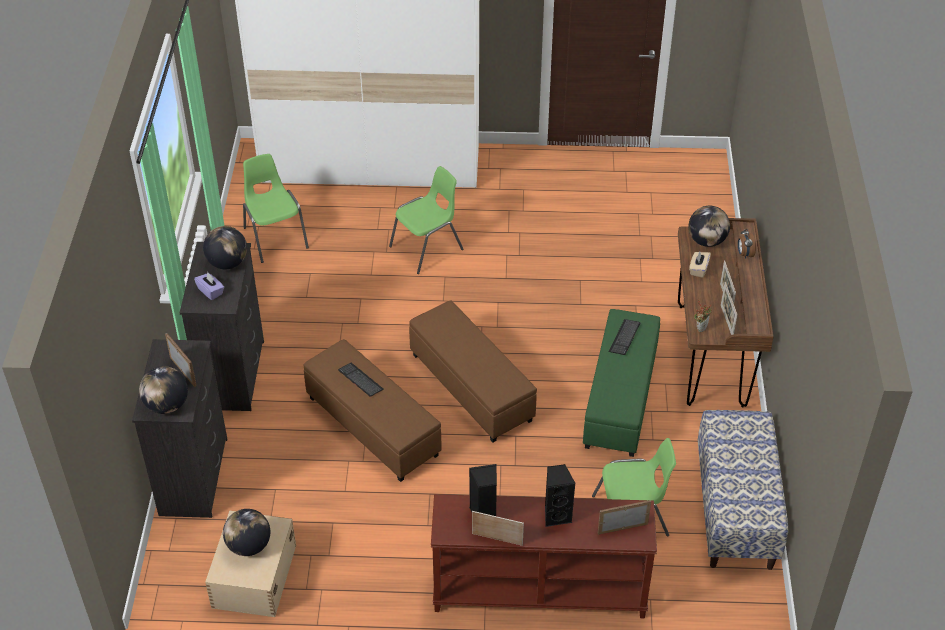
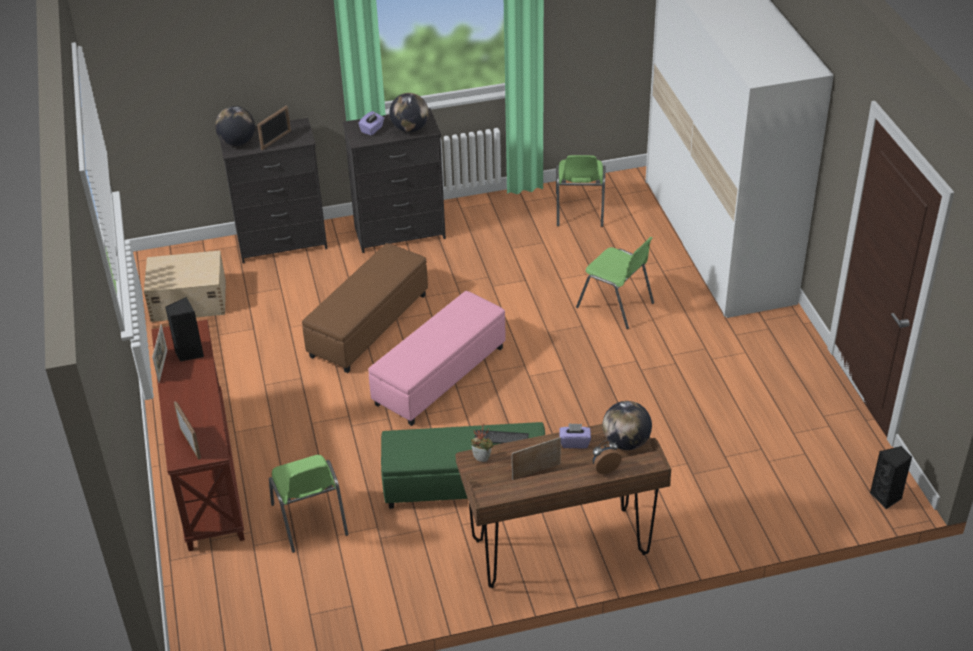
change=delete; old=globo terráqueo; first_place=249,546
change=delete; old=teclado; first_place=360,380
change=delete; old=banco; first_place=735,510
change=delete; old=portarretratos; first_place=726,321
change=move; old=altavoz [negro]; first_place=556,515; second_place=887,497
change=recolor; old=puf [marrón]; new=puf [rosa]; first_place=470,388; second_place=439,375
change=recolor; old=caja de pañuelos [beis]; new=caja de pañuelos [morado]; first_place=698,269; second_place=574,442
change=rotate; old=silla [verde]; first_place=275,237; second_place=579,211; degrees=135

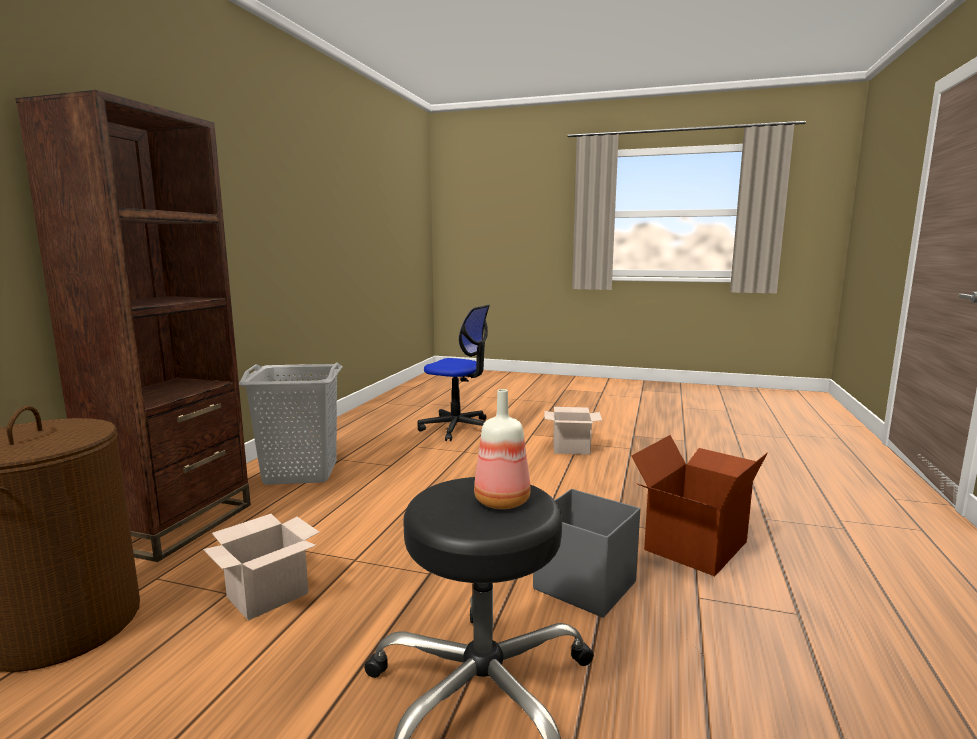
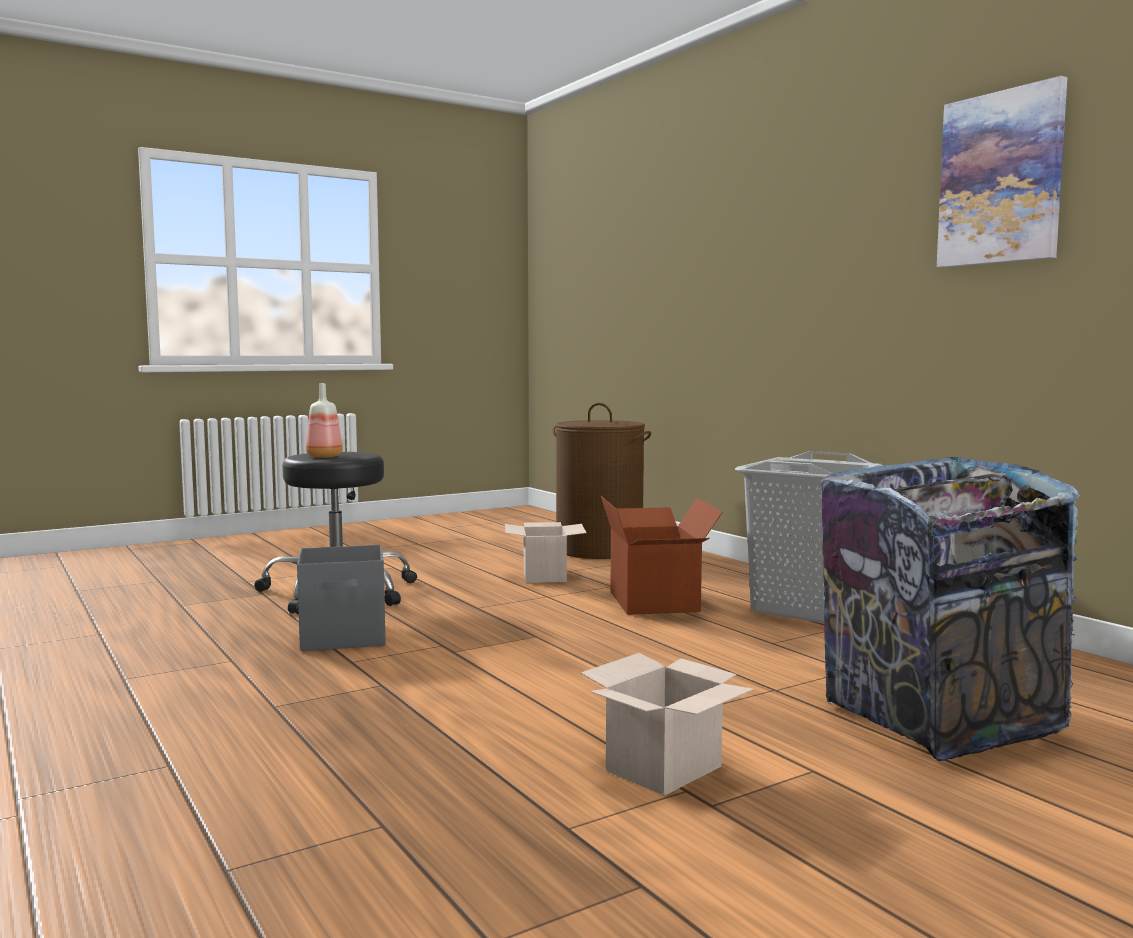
change=delete; old=estantería [marrón]; first_place=175,525
change=insert; new=cuadro; second_place=1000,178
change=move; old=caja de cartón; first_place=694,545; second_place=656,601
change=replace; old=silla de oficina; new=papelera; first_place=458,428; second_place=938,722

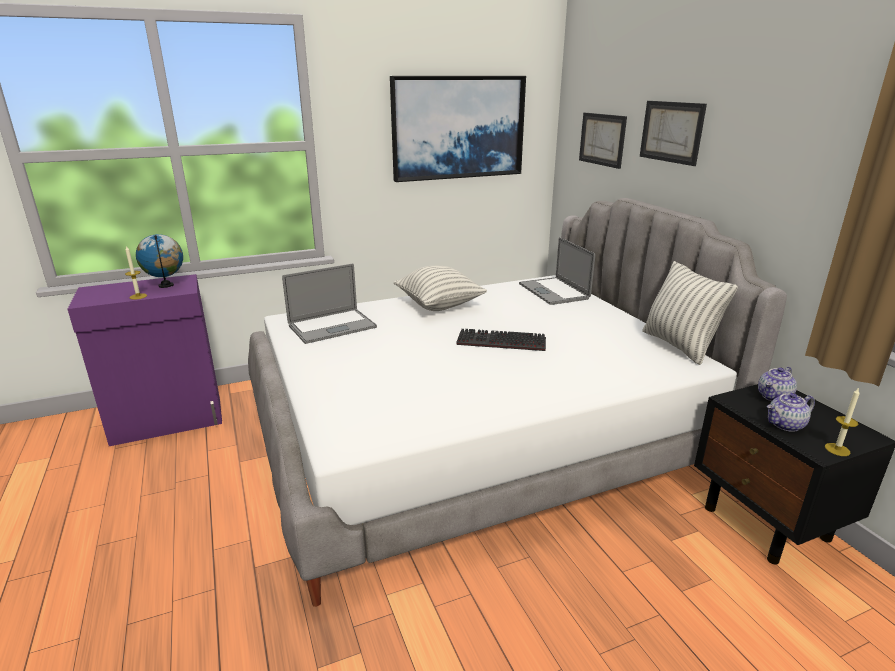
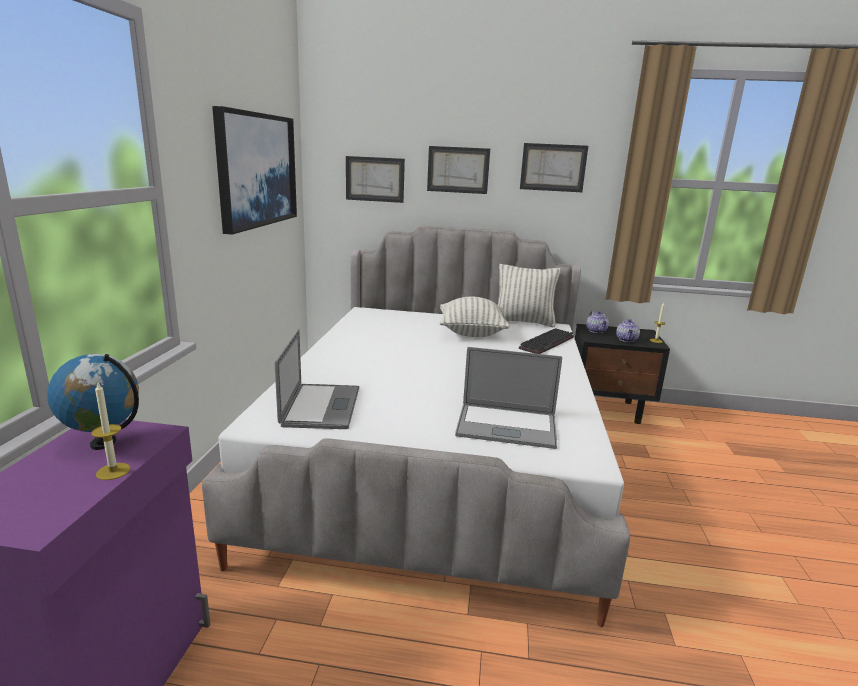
change=insert; new=cuadro; second_place=553,167
change=move; old=cojín; first_place=439,305; second_place=471,333
change=move; old=teclado; first_place=499,343; second_place=547,344
change=move; old=portátil; first_place=553,291; second_place=506,426

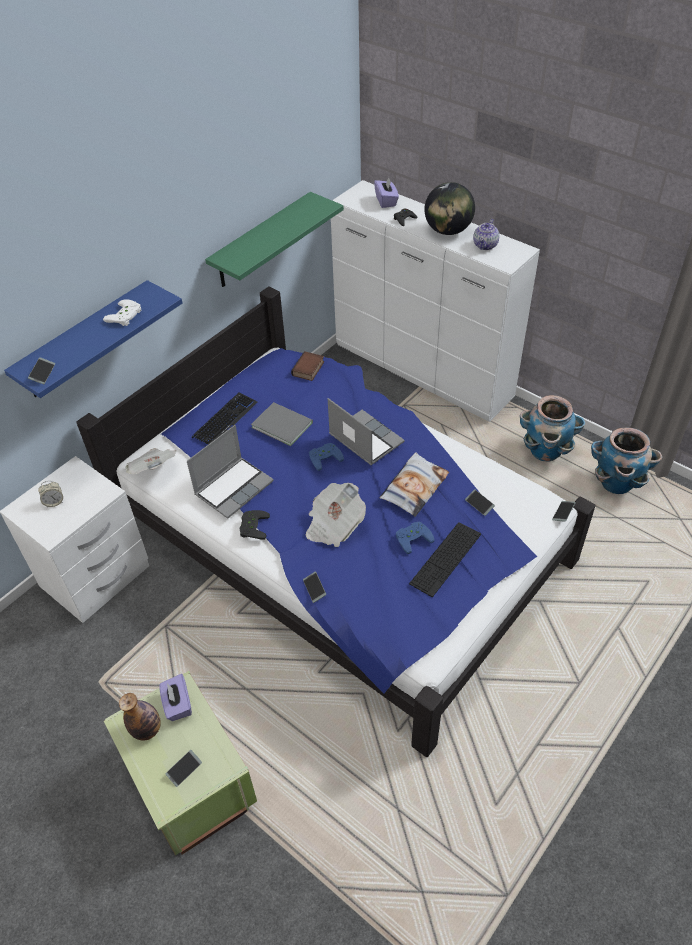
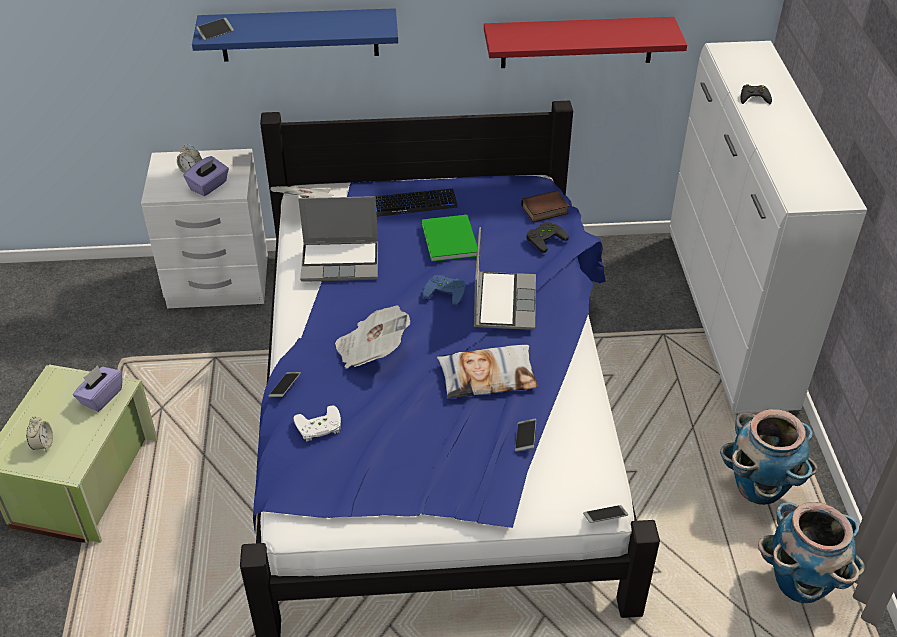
change=delete; old=botella; first_place=147,729
change=delete; old=mando de consola [azul]; first_place=412,537
change=delete; old=teclado; first_place=445,558
change=delete; old=globo terráqueo; first_place=448,231
change=delete; old=tetera; first_place=485,245
change=move; old=mando de consola [blanco]; first_place=125,316; second_place=319,428
change=move; old=mando de consola [negro]; first_place=252,526; second_place=544,238
change=move; old=caja de pañuelos [morado]; first_place=386,201; second_place=209,186
change=replace; old=móvil; new=despertador; first_place=184,769; second_place=43,444
change=recolor; old=estante [verde]; new=estante [rojo]; first_place=262,241; second_place=577,42
change=recolor; old=libro [gris]; new=libro [verde]; first_place=281,423; second_place=451,238

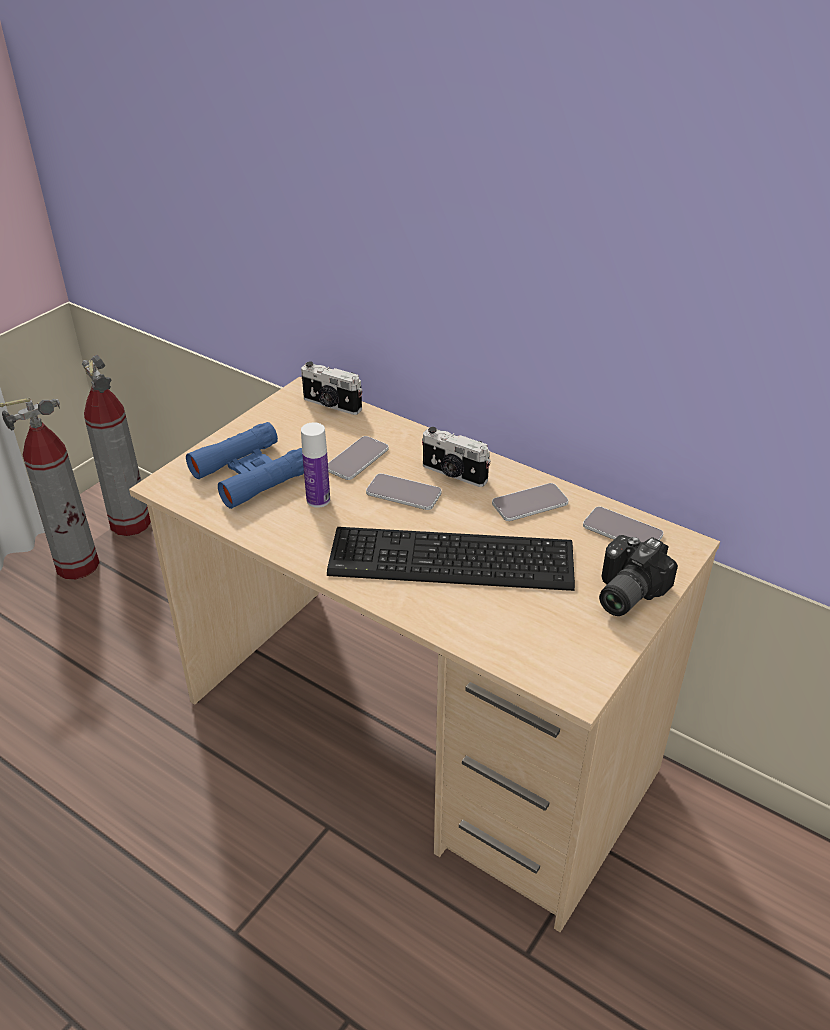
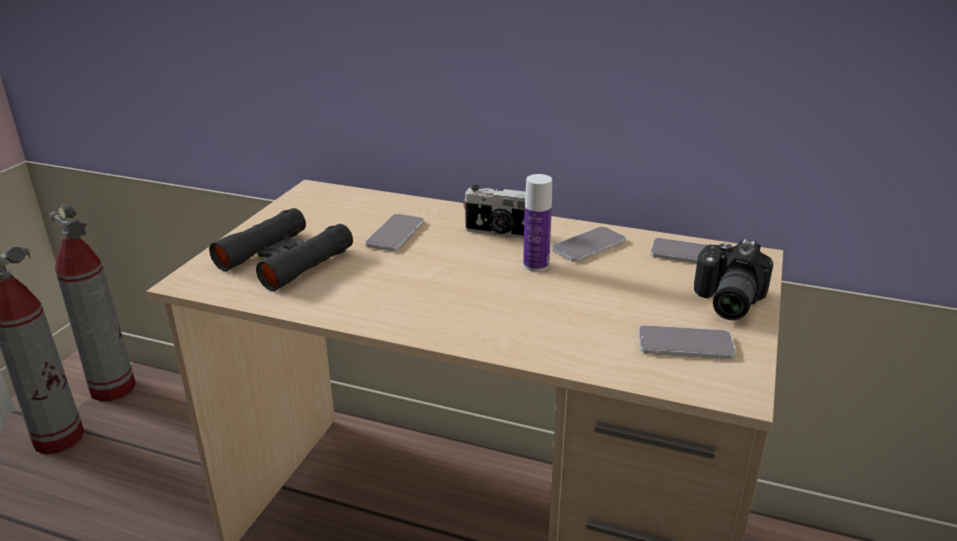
change=delete; old=cámara; first_place=331,405
change=delete; old=teclado; first_place=454,562
change=move; old=botella; first_place=318,500; second_place=536,265
change=move; old=móvil; first_place=403,493; second_place=685,344
change=recolor; old=prismáticos [azul]; new=prismáticos [negro]; first_place=250,473; second_place=285,259

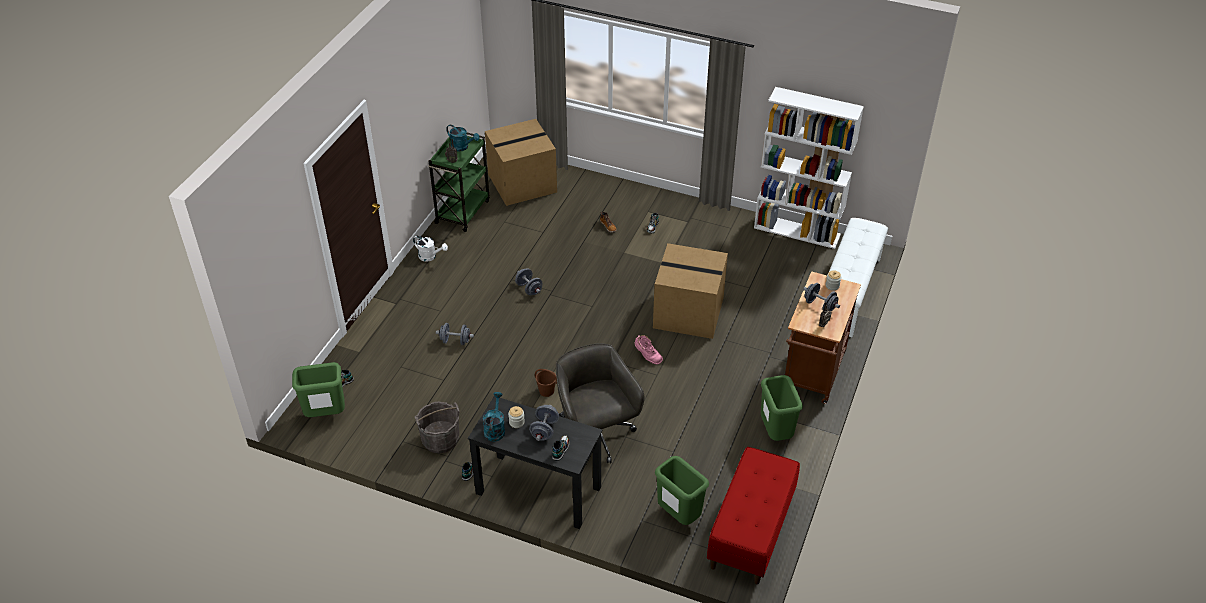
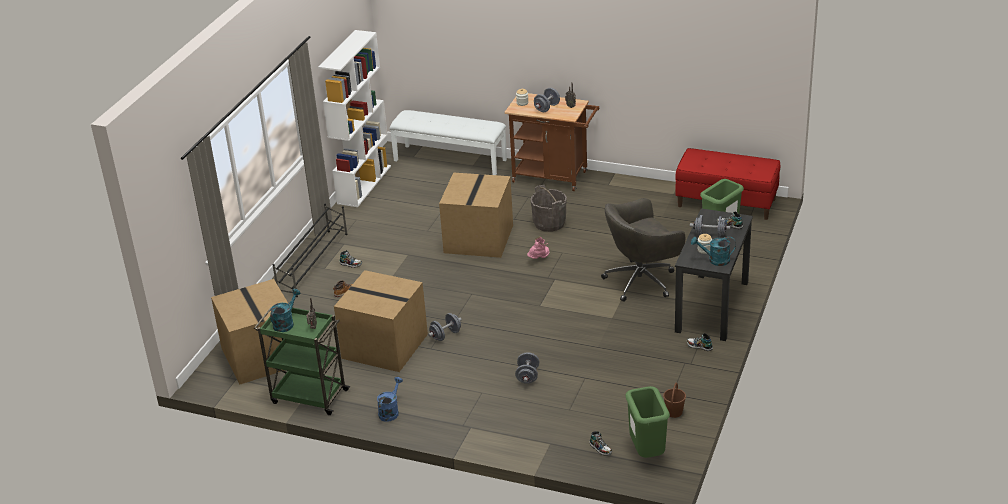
change=delete; old=papelera [verde]; first_place=776,433
change=insert; new=zapatero [negro]; second_place=313,262
change=insert; new=caja de cartón; second_place=383,346
change=move; old=cubo [gris]; first_place=440,440; second_place=549,223
change=move; old=cubo [marrón]; first_place=546,391; second_place=674,412
change=recolor; old=regadera [blanco]; new=regadera [azul]; first_place=430,256; second_place=390,411

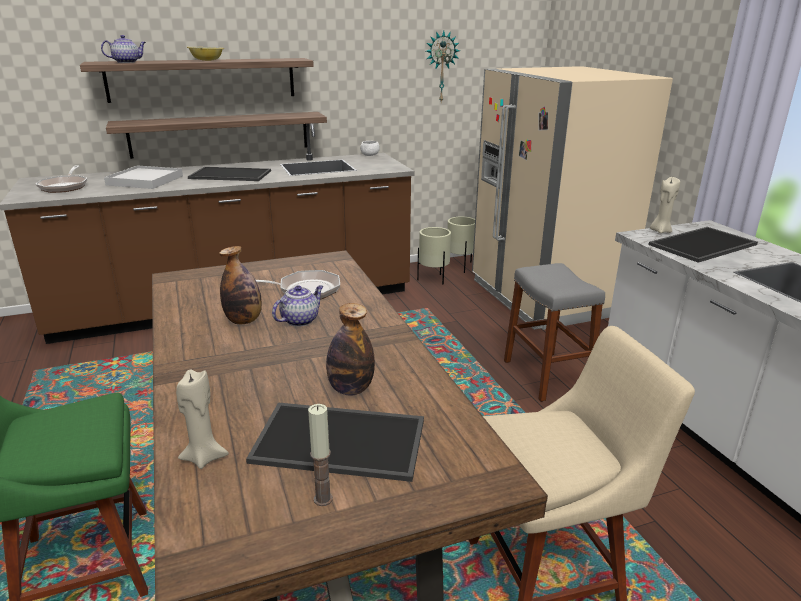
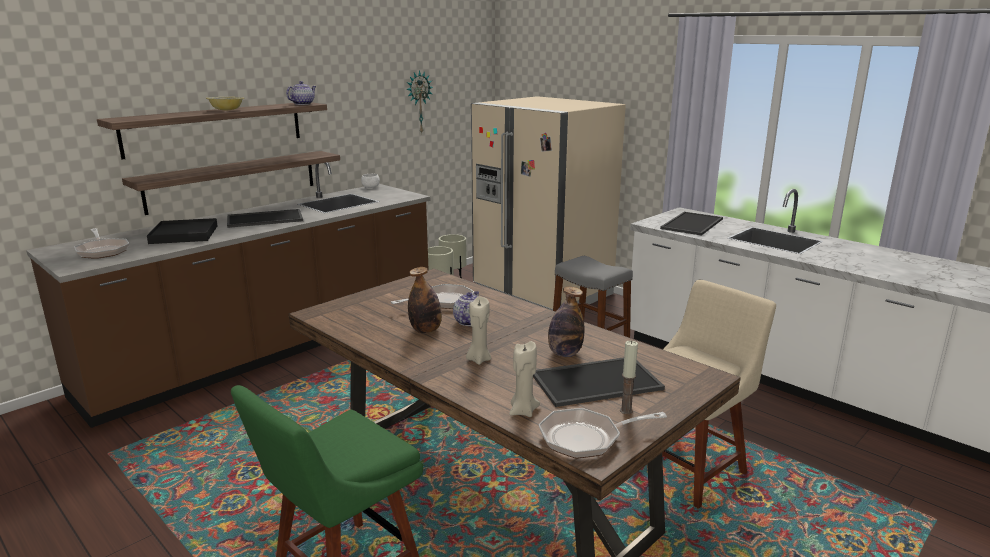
change=insert; new=sartén; second_place=586,438
change=move; old=tetera; first_place=127,62; second_place=303,104
change=move; old=vela [beis]; first_place=660,231; second_place=478,359
change=recolor; old=bandeja [blanco]; new=bandeja [negro]; first_place=145,180; second_place=184,234

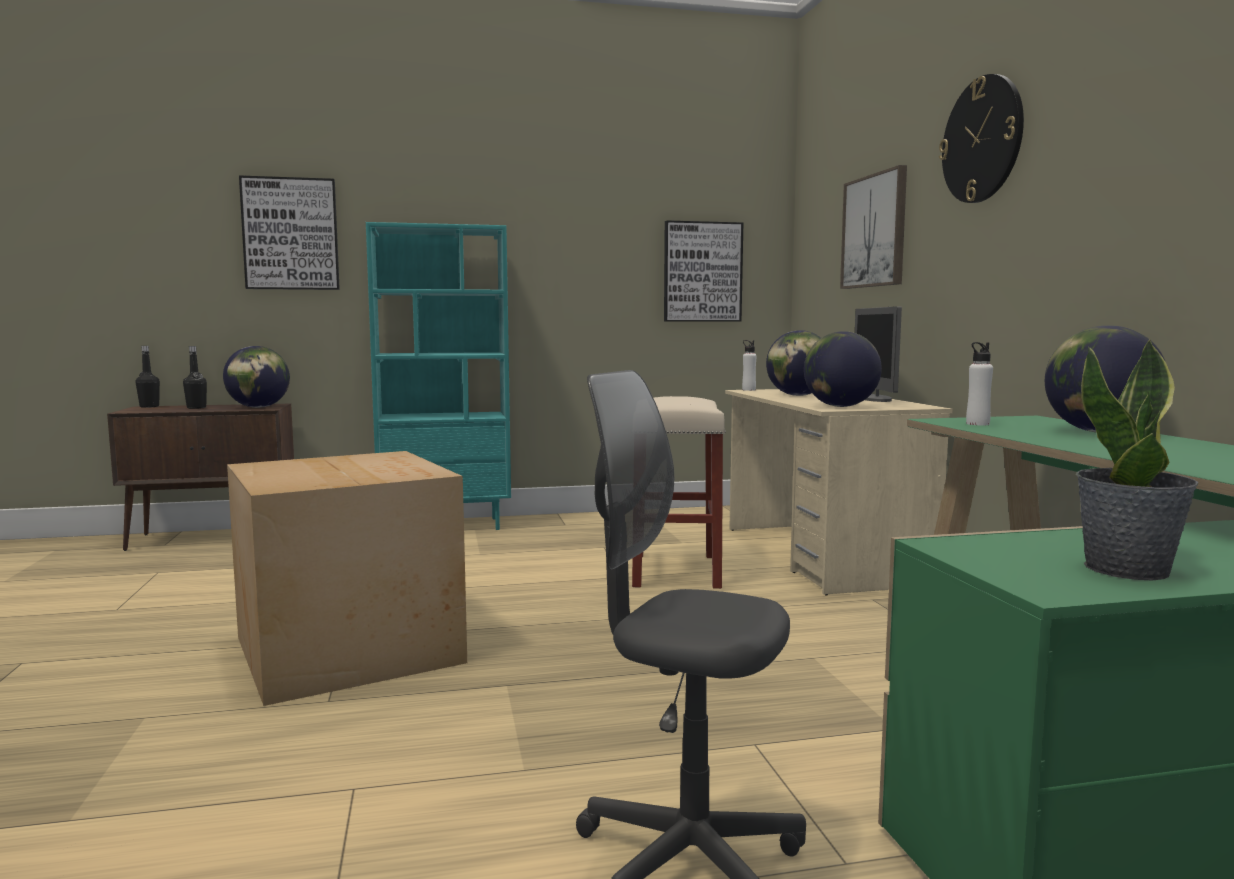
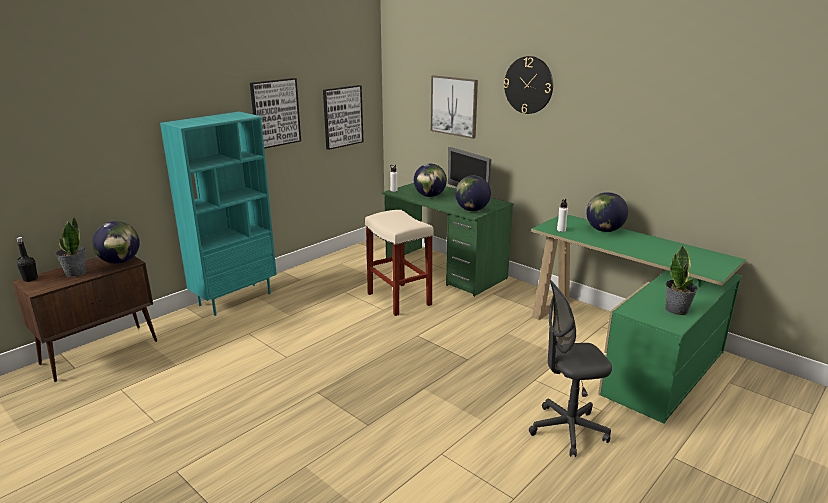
change=delete; old=caja de cartón; first_place=350,648
change=move; old=cuadro; first_place=291,234; second_place=275,113
change=replace; old=botella [negro]; new=planta en maceta; first_place=196,408; second_place=75,273
change=recolor; old=escritorio [beis]; new=escritorio [verde]; first_place=821,555; second_place=445,270

